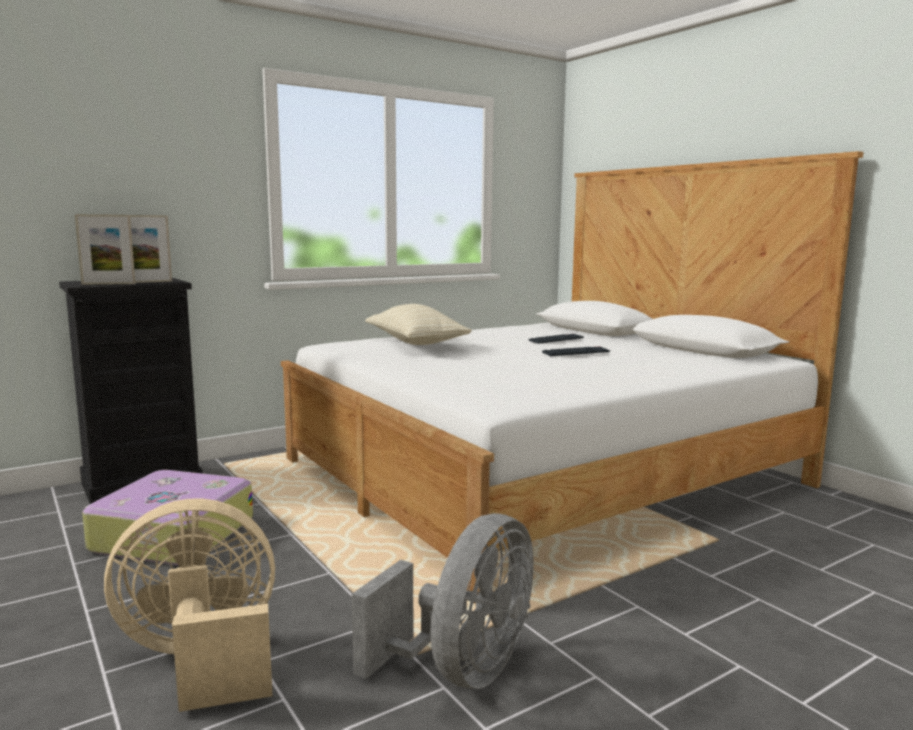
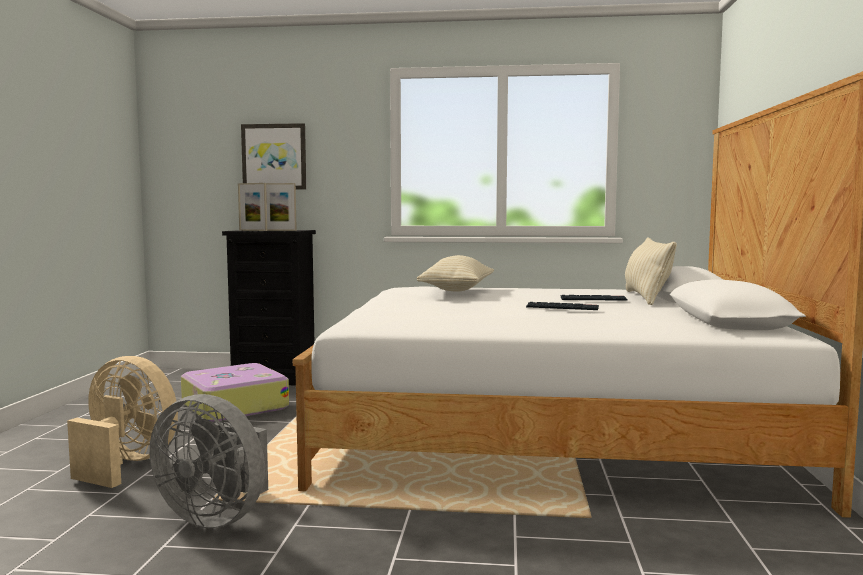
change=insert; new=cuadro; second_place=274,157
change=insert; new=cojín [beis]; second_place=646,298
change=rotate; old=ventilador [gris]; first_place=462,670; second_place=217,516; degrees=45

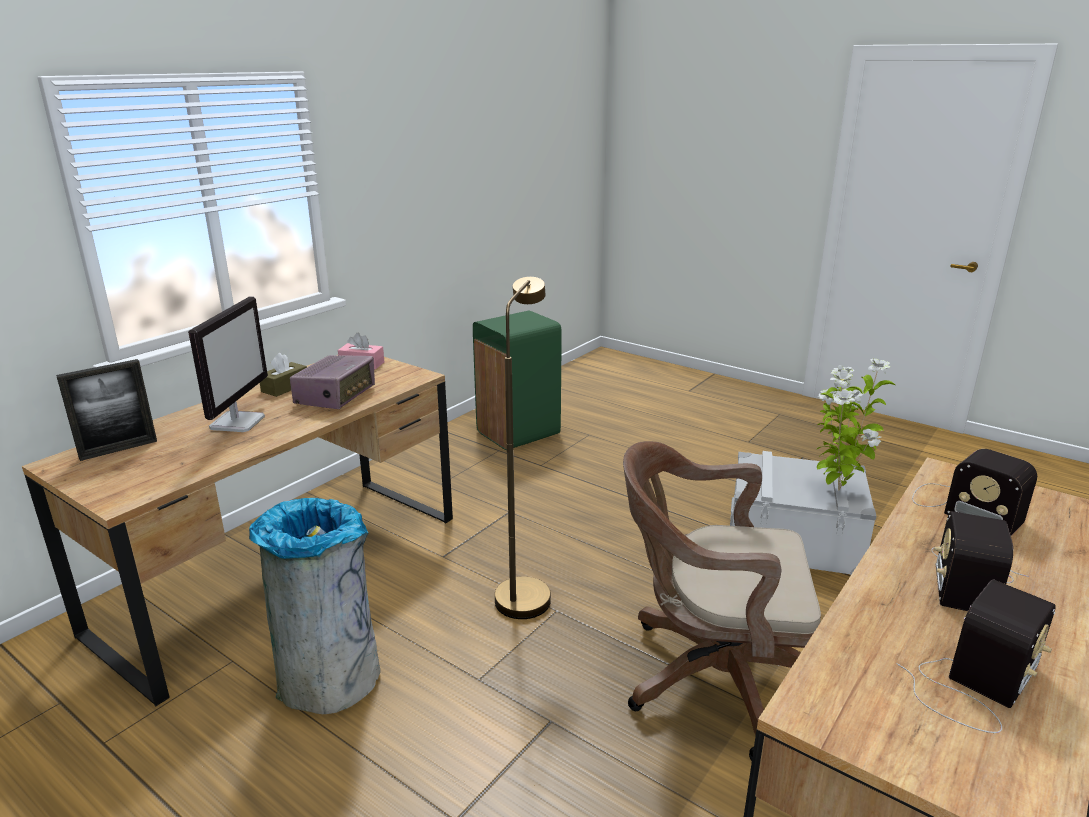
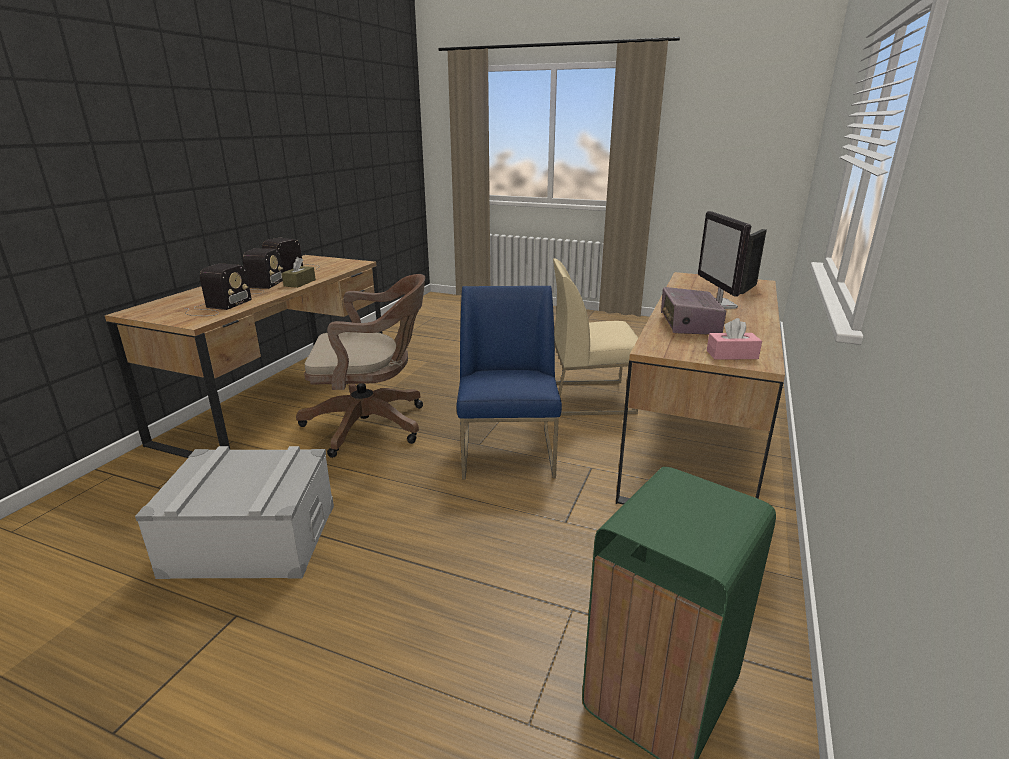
change=delete; old=planta en maceta; first_place=836,489
change=move; old=caja de pañuelos [marrón]; first_place=285,387; second_place=299,283
change=replace; old=papelera [gris]; new=silla [beis]; first_place=330,680; second_place=590,397
change=replace; old=lámpara de pie [marrón]; new=silla [azul]; first_place=524,591; second_place=508,453
change=rotate; old=radio; first_place=961,507; second_place=217,307; degrees=75

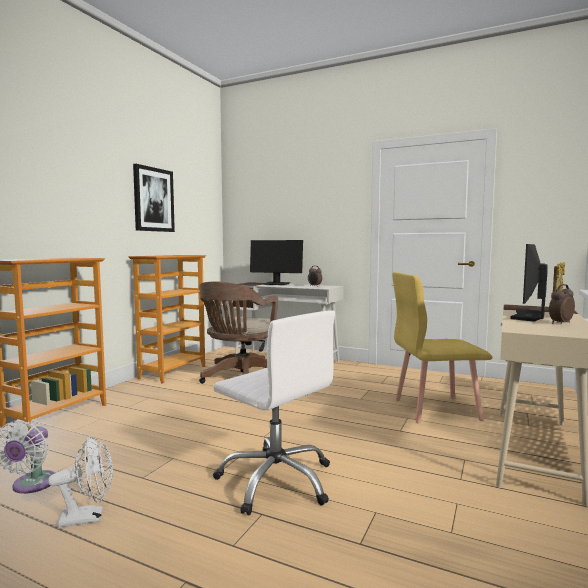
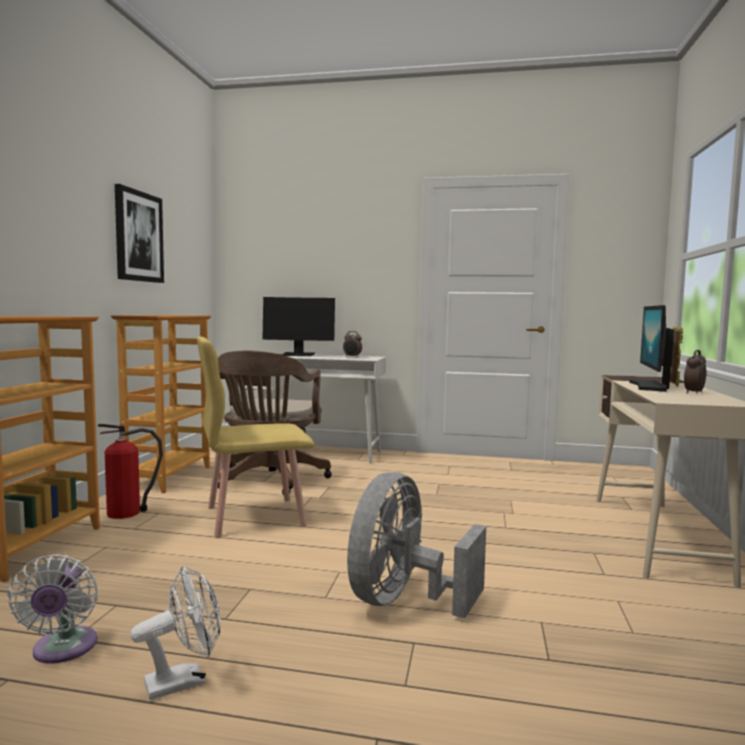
change=insert; new=extintor; second_place=127,512
change=move; old=silla [amarillo]; first_place=435,409; second_place=254,516
change=replace; old=silla de oficina [blanco]; new=ventilador [gris]; first_place=276,480; second_place=404,600

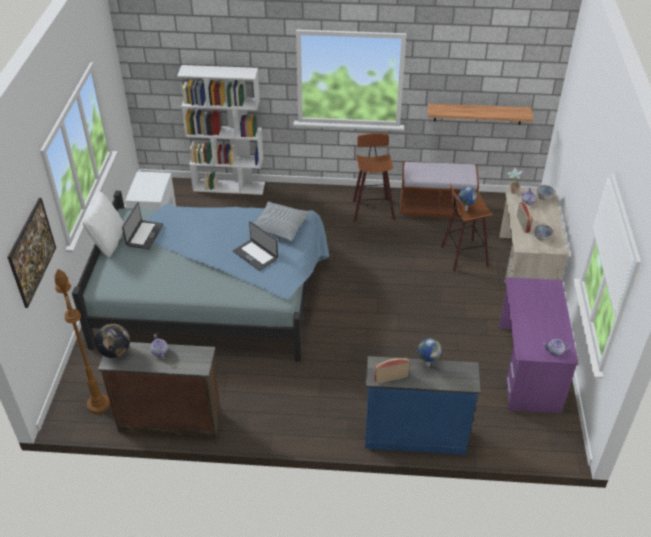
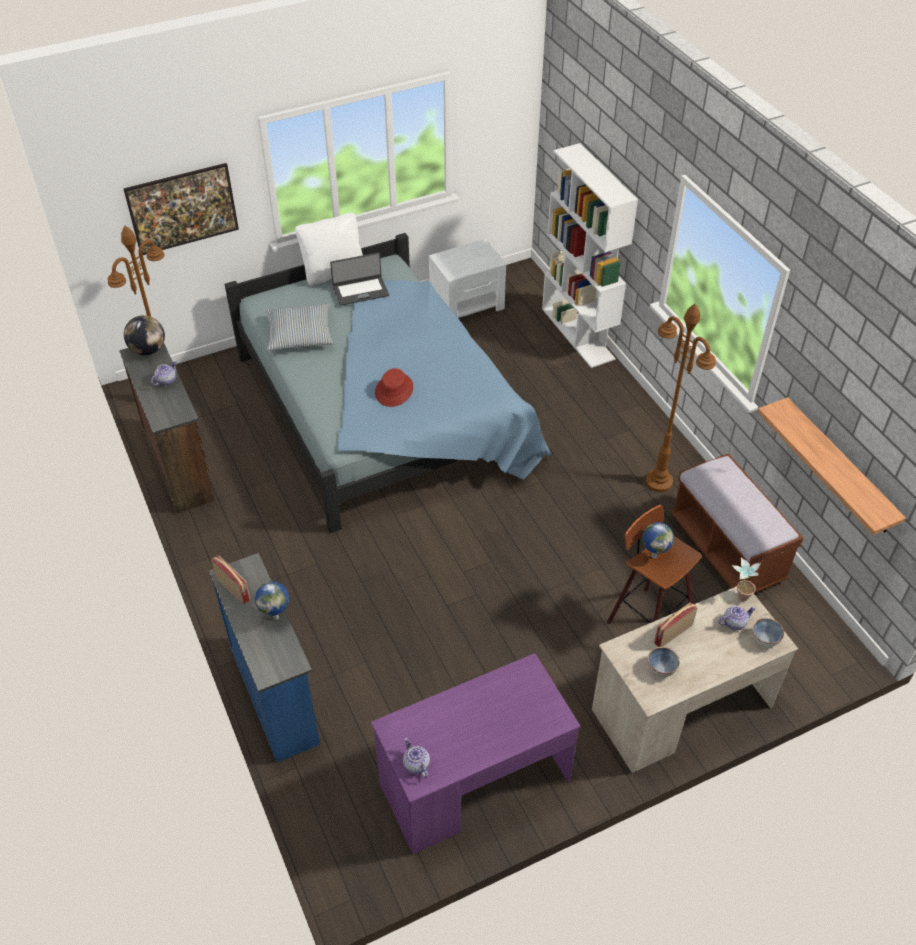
change=move; old=cojín; first_place=280,226; second_place=300,334
change=replace; old=portátil; new=sombrero [rojo]; first_place=256,255; second_place=394,390
change=replace; old=taburete; new=lámpara de pie [marrón]; first_place=371,209; second_place=659,482

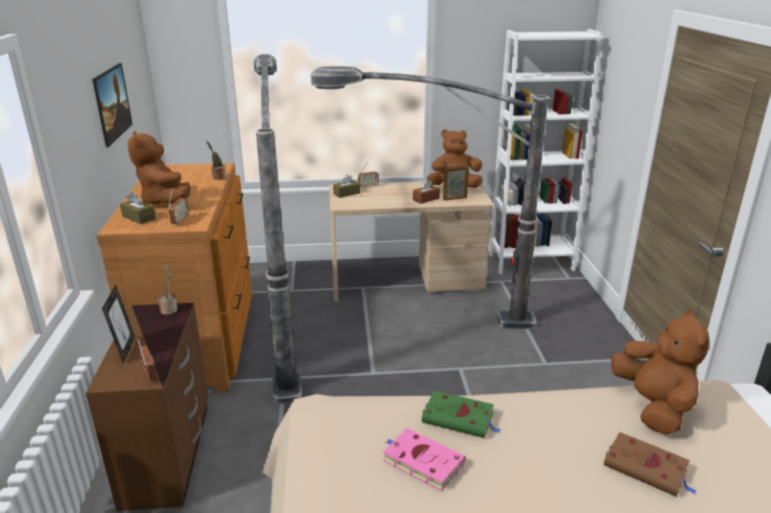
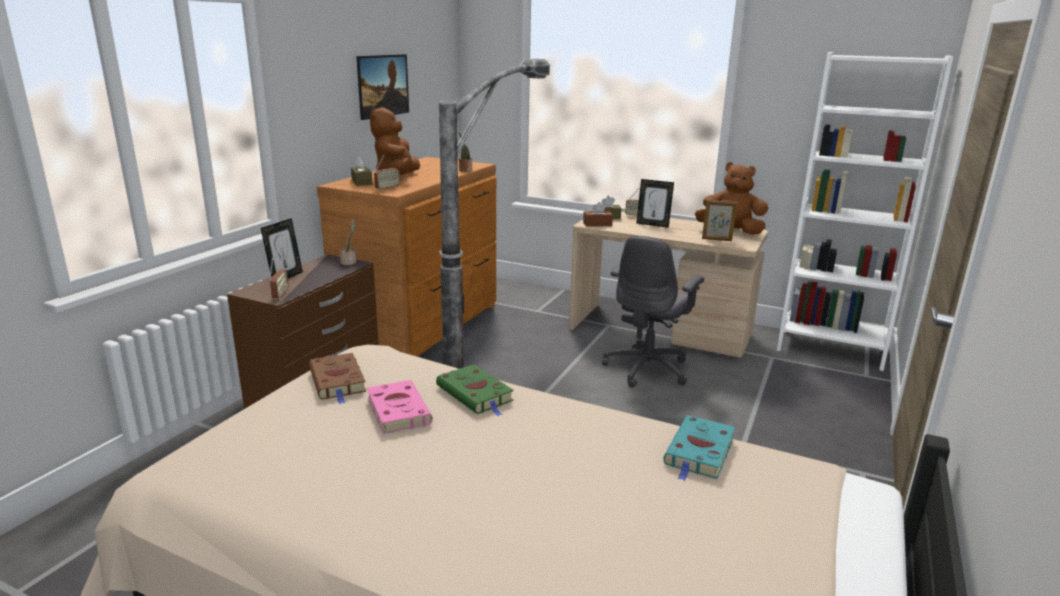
change=insert; new=portarretratos; second_place=653,224
change=move; old=caja de pañuelos [marrón]; first_place=426,199; second_place=597,224
change=move; old=libro [marrón]; first_place=647,468; second_place=338,381
change=replace; old=lámpara de pie; new=silla de oficina [gris]; first_place=428,320; second_place=648,368
change=replace; old=peluche [marrón]; new=libro [turquesa]; first_place=653,406; second_place=699,452

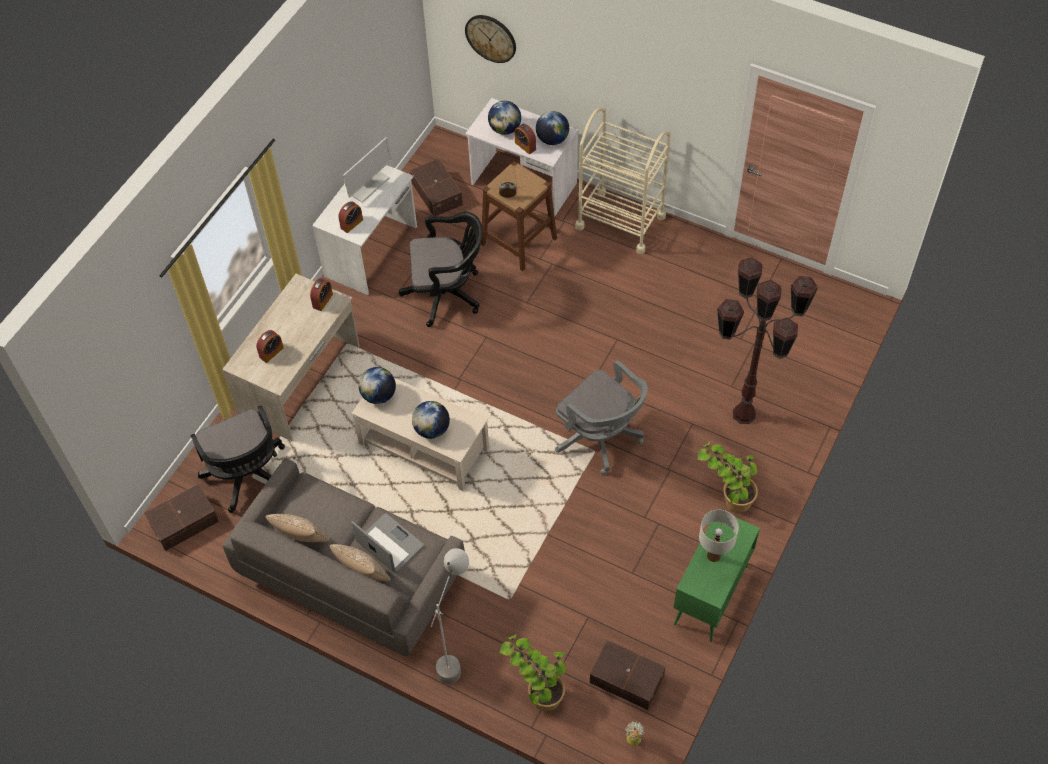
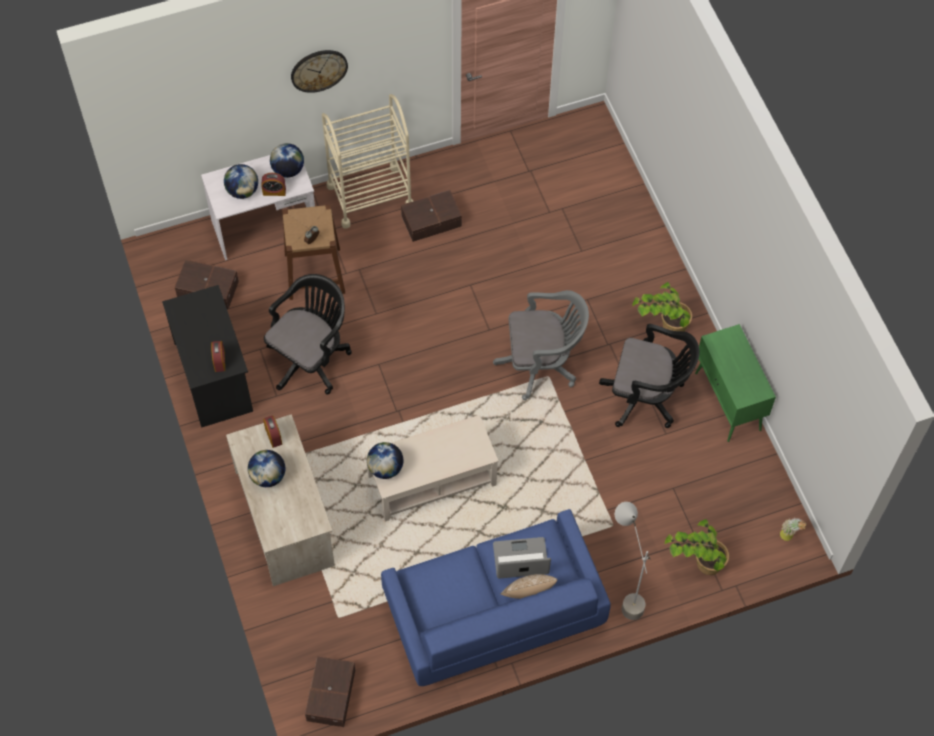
change=delete; old=despertador; first_place=271,352
change=delete; old=cojín; first_place=301,540
change=delete; old=monitor; first_place=368,186
change=delete; old=lámpara de mesa [blanco]; first_place=713,556
change=delete; old=lámpara de pie [marrón]; first_place=744,414
change=move; old=silla de oficina [negro]; first_place=248,477; second_place=646,397
change=move; old=globo terráqueo; first_place=432,429; second_place=268,476
change=move; old=reloj de pared; first_place=491,38; second_place=319,70
change=move; old=caja de almacenaje [marrón]; first_place=626,678; second_place=430,220
change=recolor; old=sofá [gris]; new=sofá [azul]; first_place=351,575; second_place=493,613
change=recolor; old=escritorio [blanco]; new=escritorio [negro]; first_place=372,251; second_place=214,376

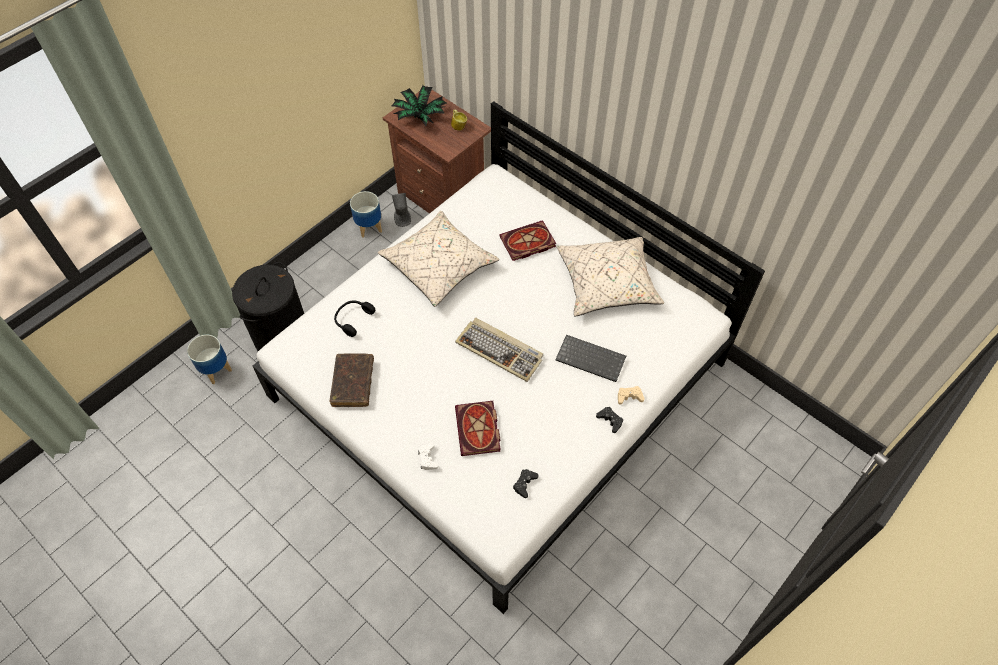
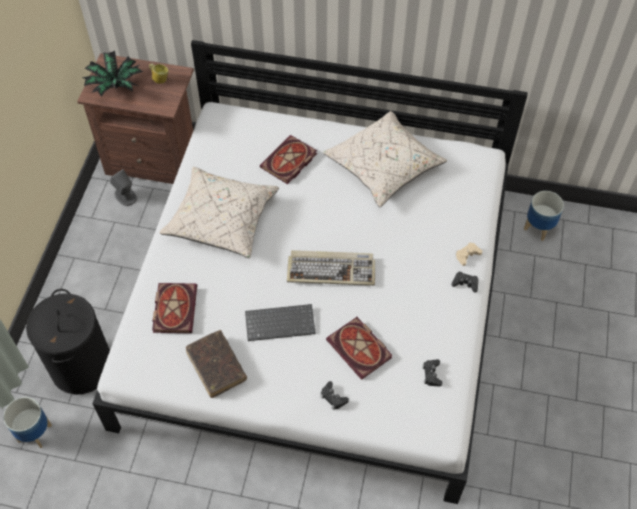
change=move; old=maceta; first_place=369,227; second_place=538,228
change=move; old=teclado; first_place=591,358; second_place=281,322
change=replace; old=auriculares [negro]; new=libro; first_place=353,319; second_place=174,308
change=recolor; old=mando de consola [blanco]; new=mando de consola [negro]; first_place=428,458; second_place=333,397

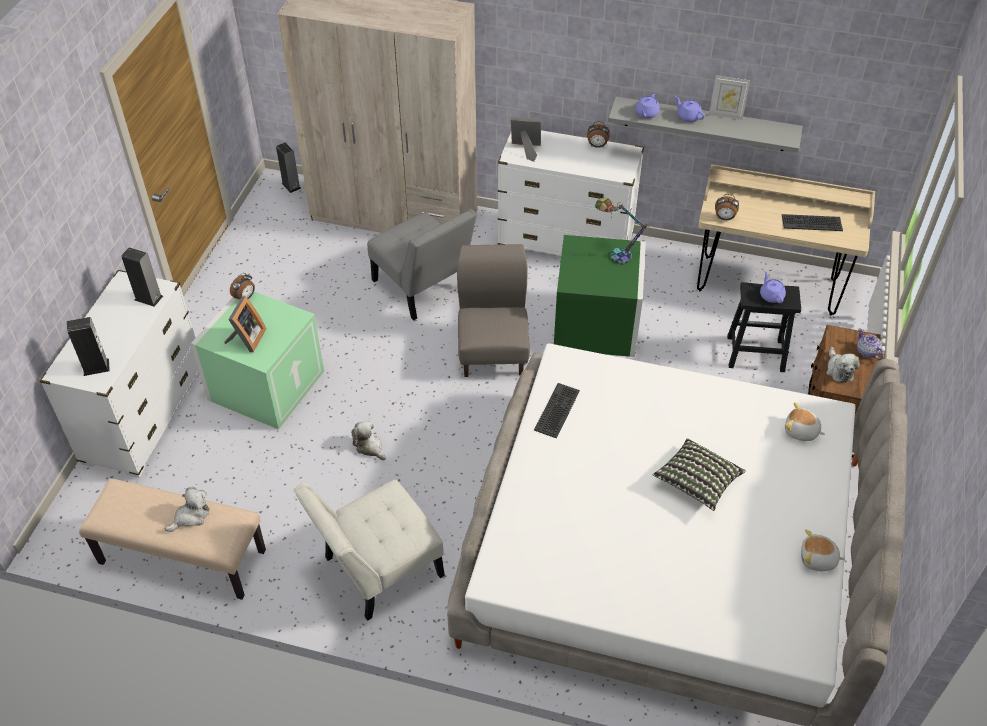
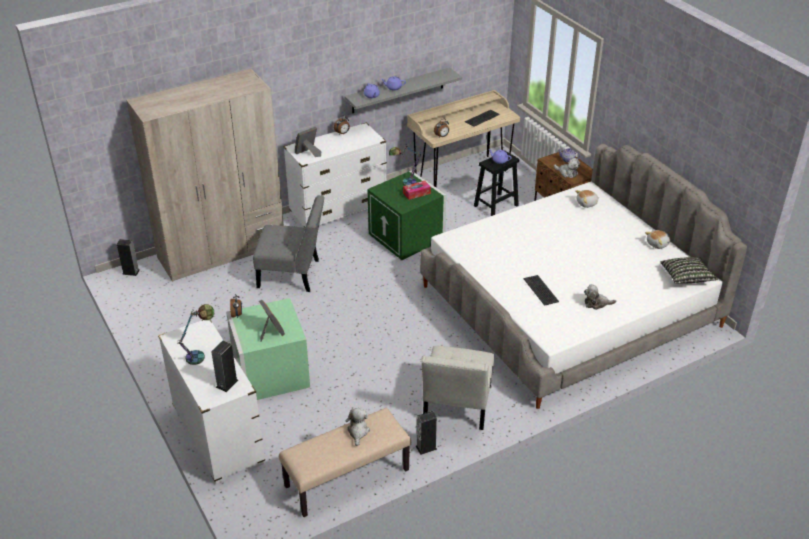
change=delete; old=silla [gris]; first_place=493,351
change=delete; old=portarretratos; first_place=725,115
change=insert; new=lámpara de mesa; second_place=200,356
change=insert; new=caja de pañuelos; second_place=416,193
change=move; old=altavoz; first_place=148,298; second_place=426,447
change=move; old=peluche; first_place=369,447; second_place=596,303
change=move; old=teclado; first_place=557,411; second_place=541,290
change=move; old=cojín; first_place=697,482; second_place=686,278

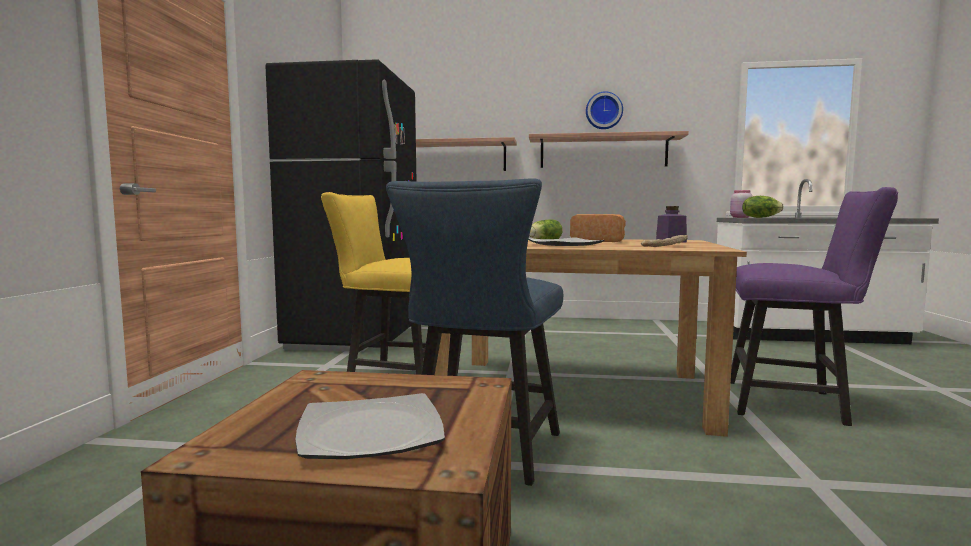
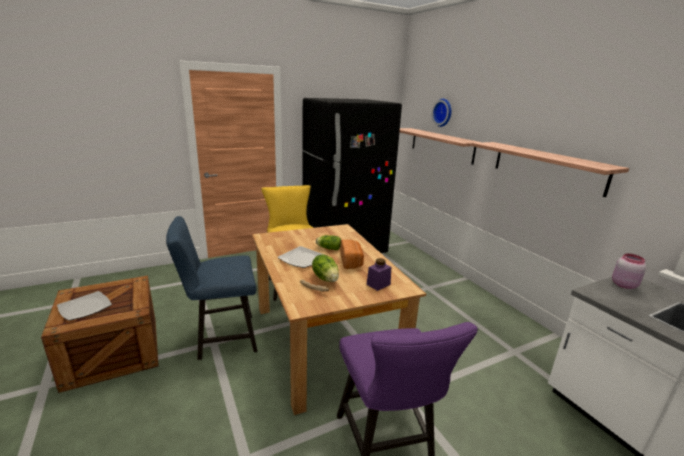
change=move; old=reloj de pared; first_place=604,111; second_place=443,112
change=move; old=lechuga; first_place=760,217; second_place=326,278

